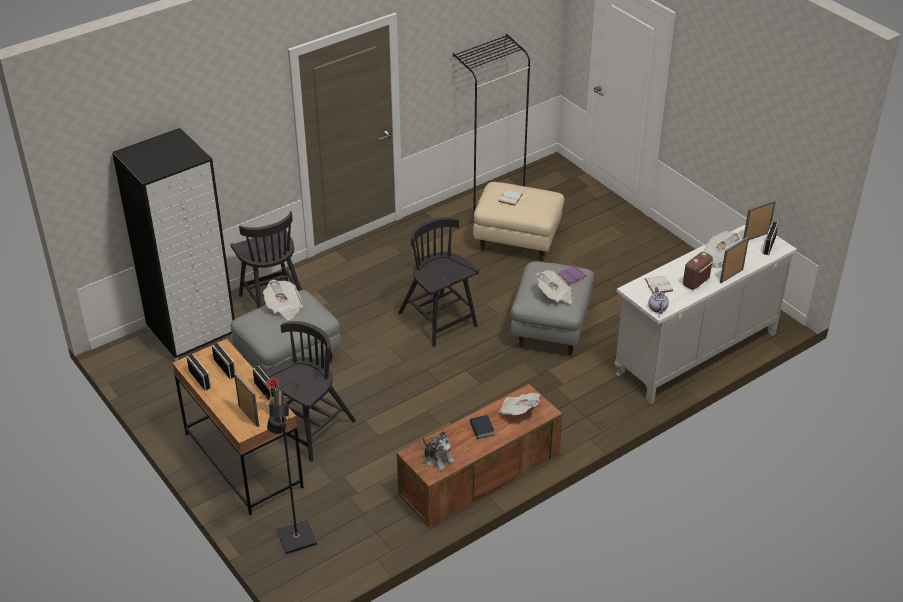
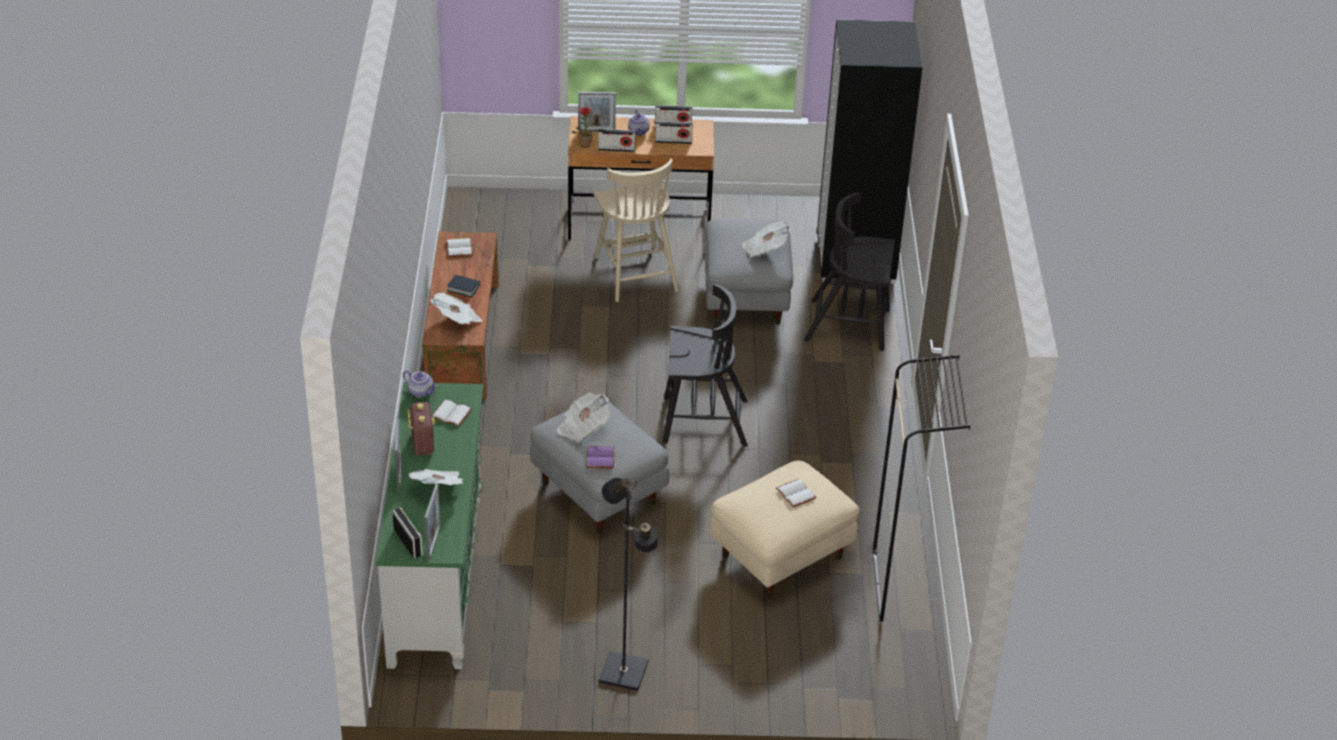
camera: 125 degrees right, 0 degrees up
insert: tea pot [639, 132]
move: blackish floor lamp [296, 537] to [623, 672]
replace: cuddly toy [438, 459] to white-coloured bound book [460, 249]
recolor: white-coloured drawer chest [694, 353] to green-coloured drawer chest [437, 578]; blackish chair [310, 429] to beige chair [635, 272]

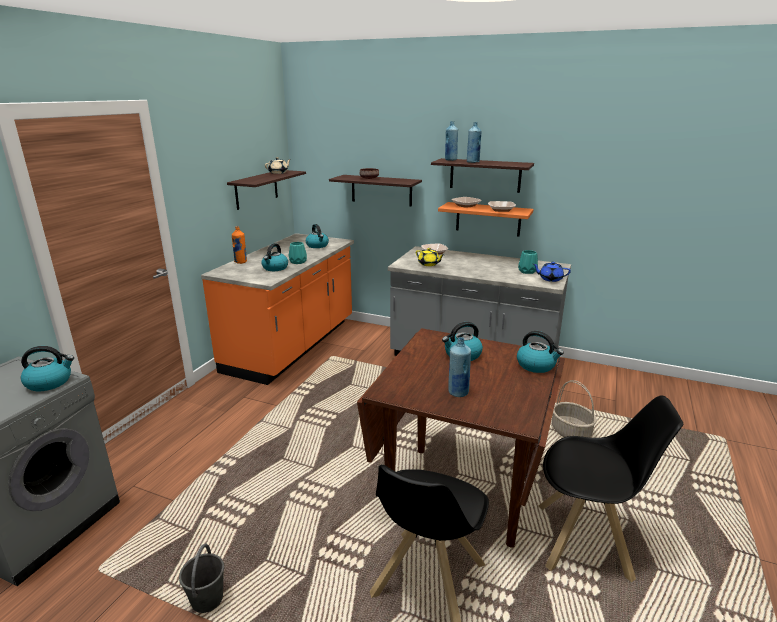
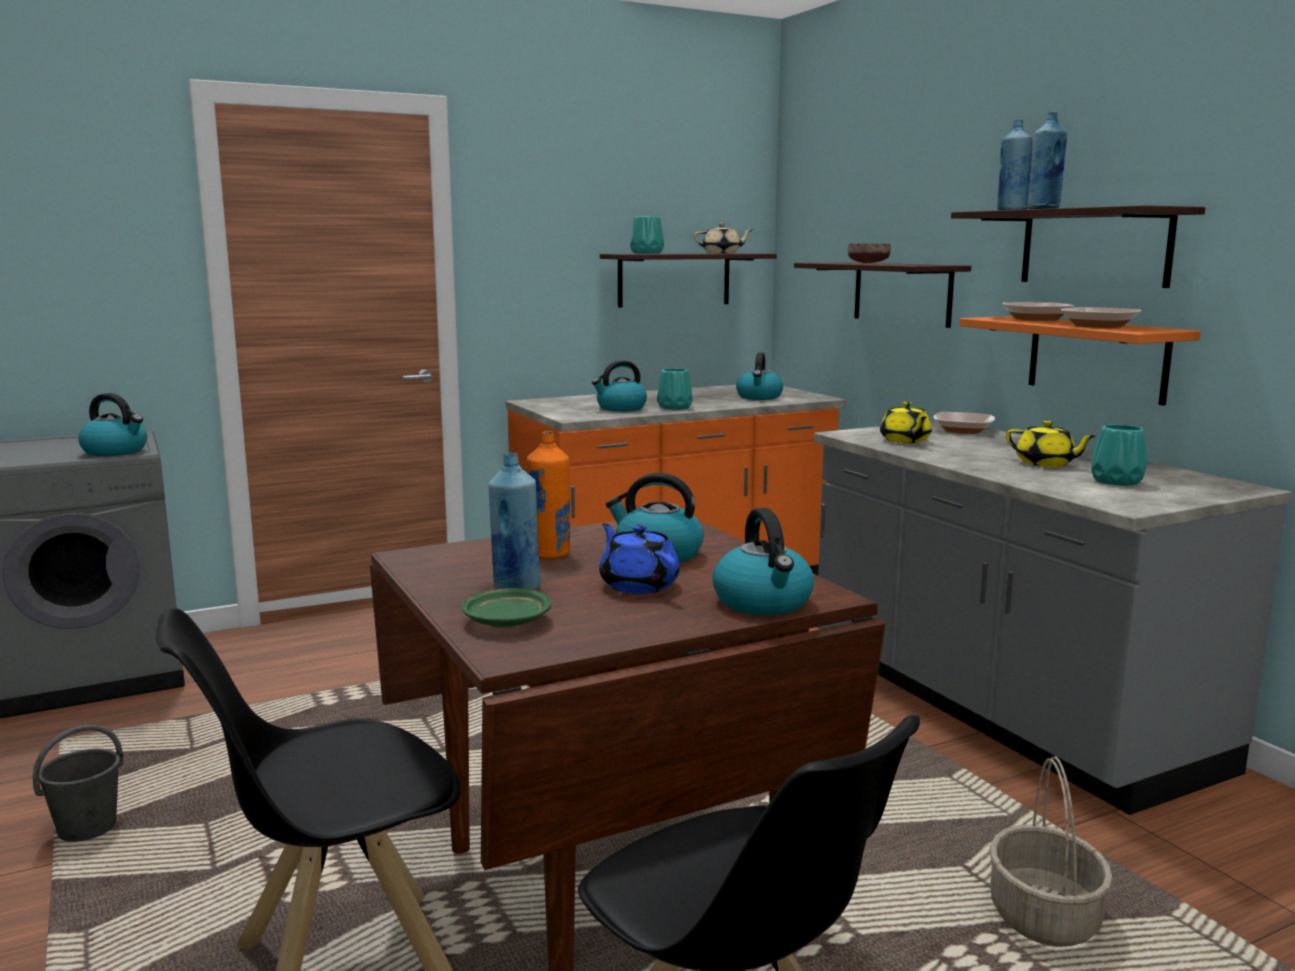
camera: 40 degrees right, 10 degrees down
insert: green-coloured dinner plate [507, 621]; blue-green vase [646, 253]; yellow tea pot [1046, 464]
move: orangey drink bottle [240, 262] to [549, 554]; blue-coloured tea pot [550, 279] to [638, 585]

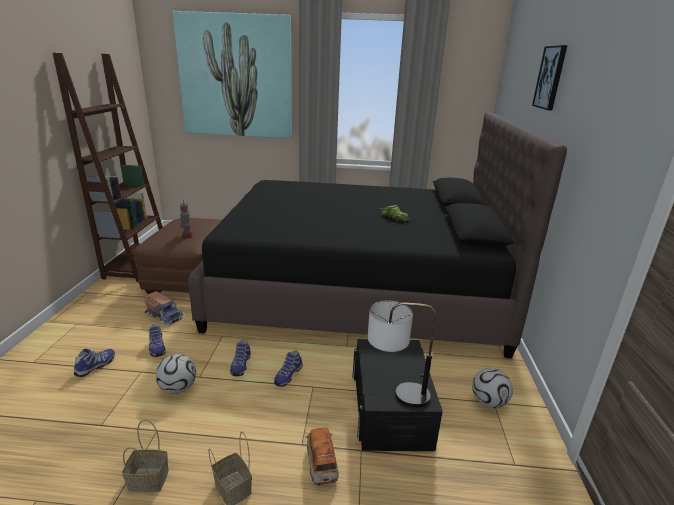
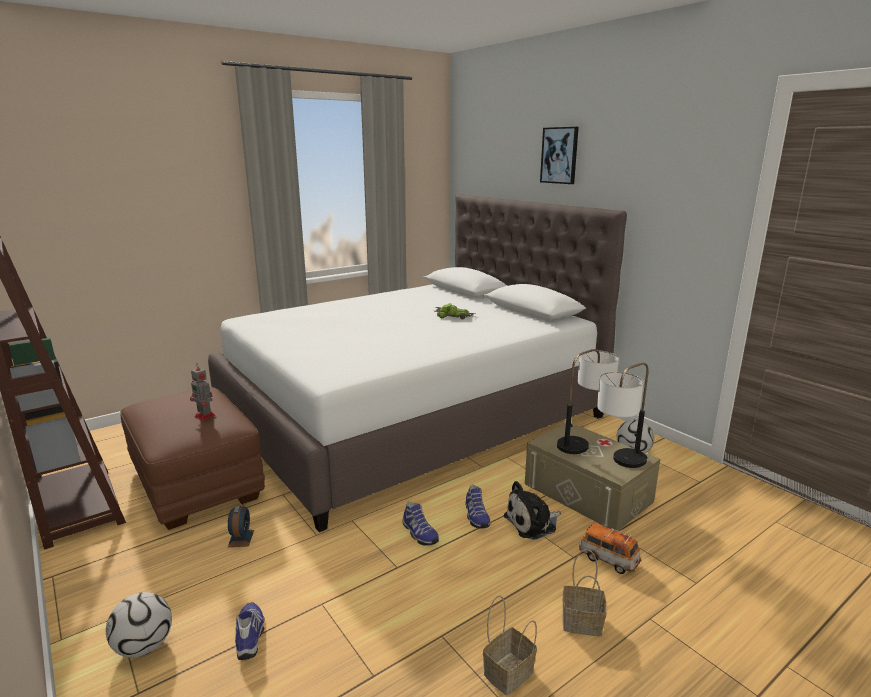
camera: 40 degrees left, 5 degrees down
delete: low shoe [156, 347]; wall art [236, 77]
insert: cuddly toy [533, 523]; tabletop lamp [583, 441]
move: football ball [178, 388] to [144, 646]
replace: toy lorry [165, 315] to alarm clock [241, 538]
recolor: blackish sleeping bed [357, 288] to white-coloured sleeping bed [411, 416]; blackish storage box [391, 408] to beige storage box [587, 493]

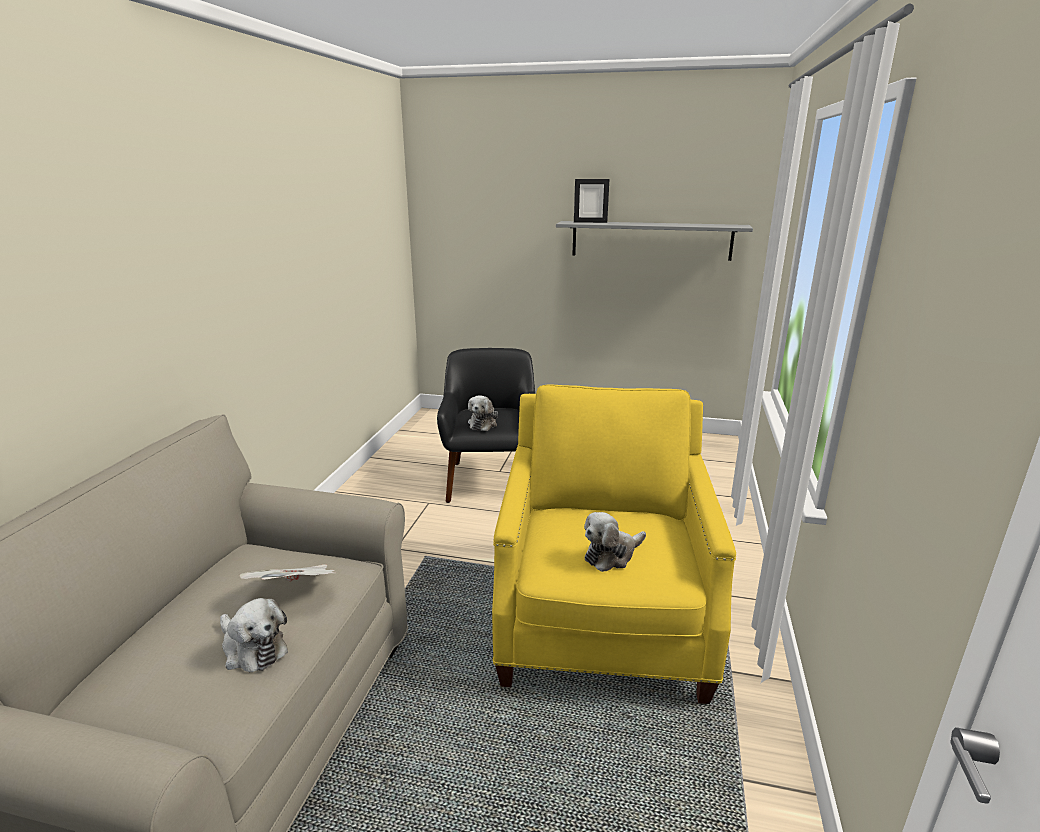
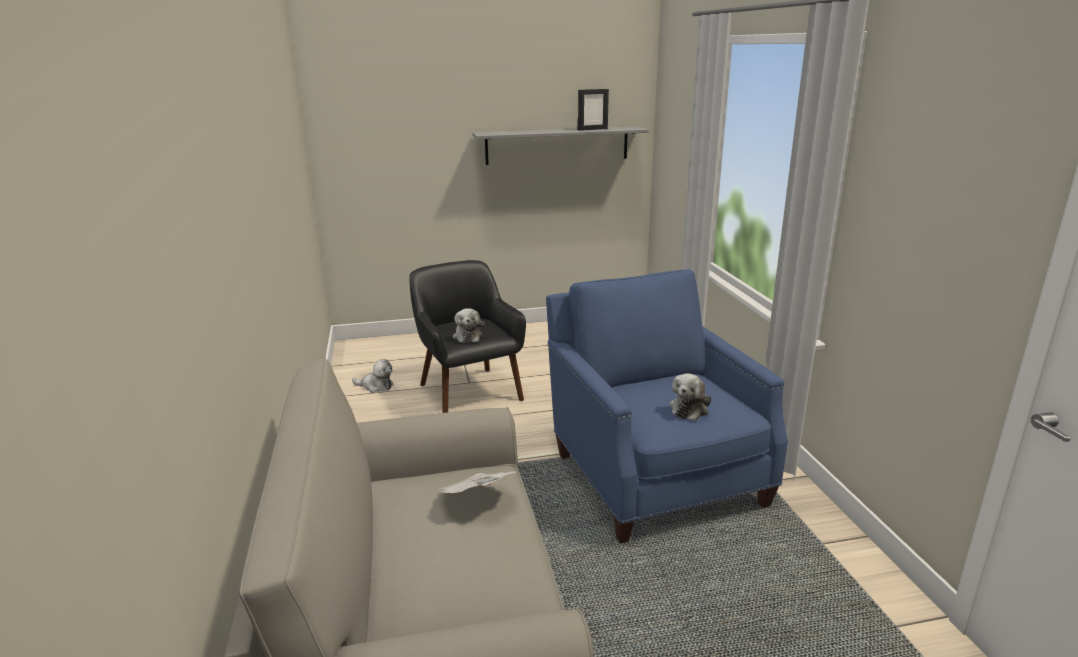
camera: 25 degrees left, 0 degrees up
move: cuddly toy [252, 648] to [376, 386]; picture frame [590, 222] to [592, 129]
recolor: yellow armchair [603, 618] to blue-coloured armchair [654, 473]

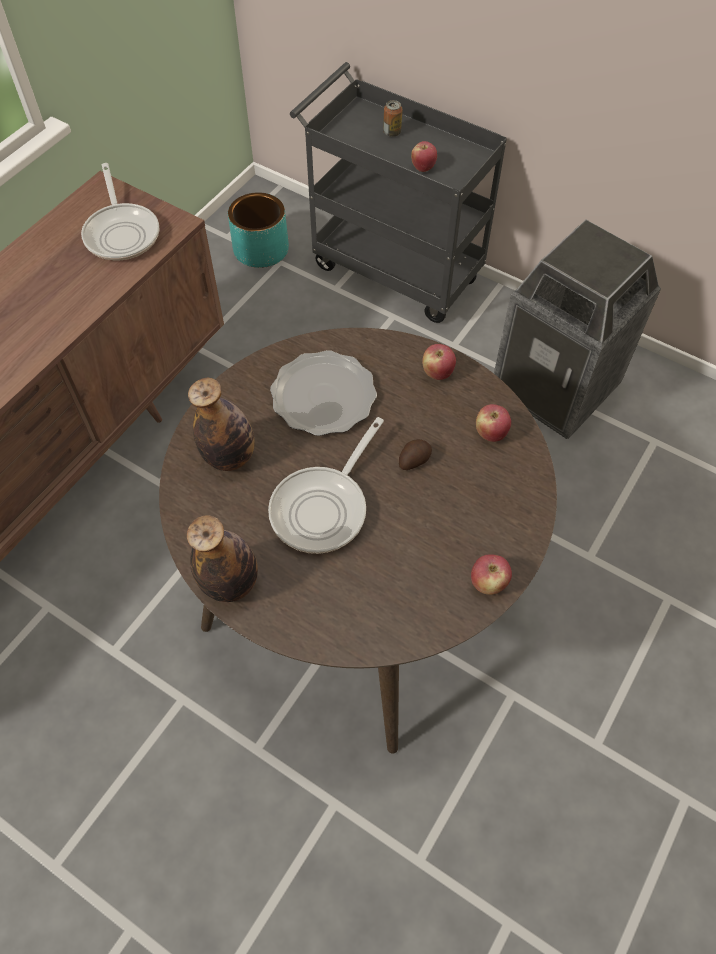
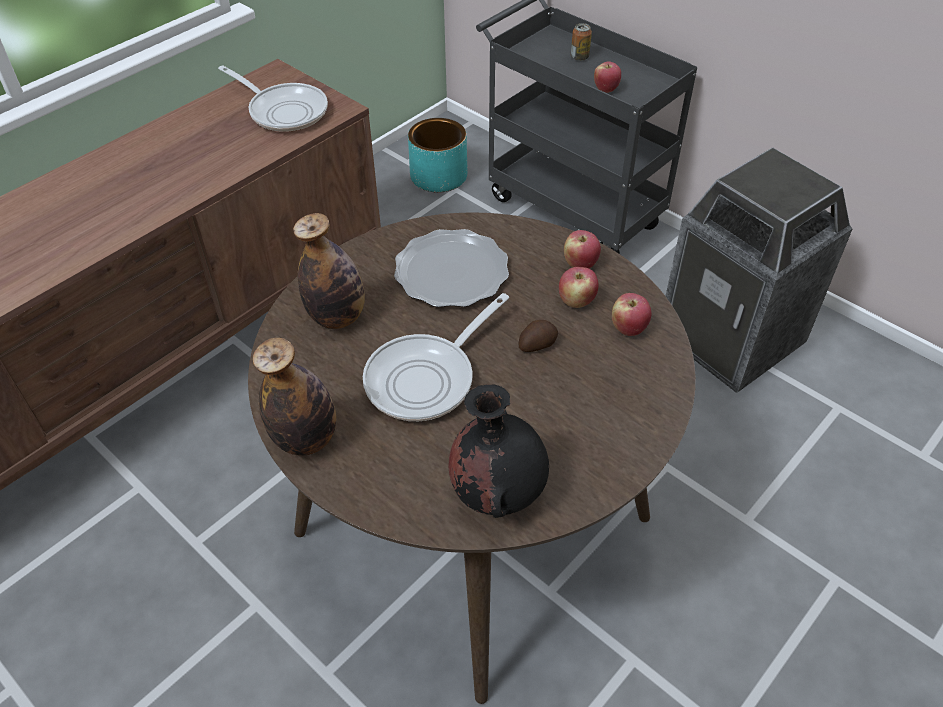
camera: 10 degrees right, 10 degrees down
insert: blackish vase [497, 490]
move: whole apple [488, 583] to [576, 301]
rotate: frying pan [122, 232] = [284, 111] 45 degrees counterclockwise

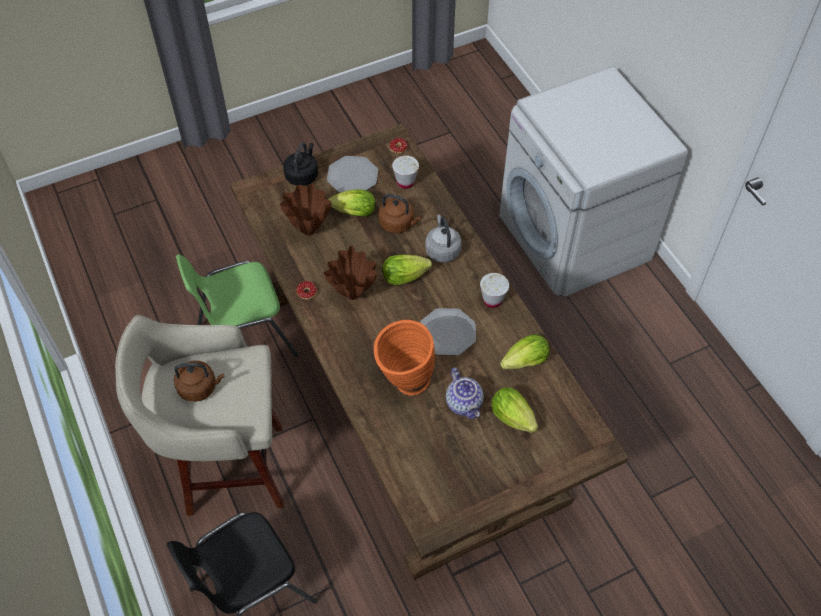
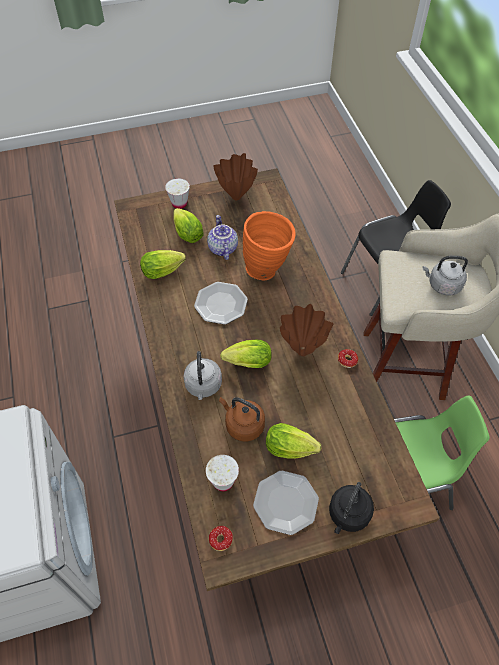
camera: 170 degrees left, 0 degrees up
move: white-coloured drinking cup [492, 300] to [179, 203]; brown-coloured vase [309, 230] to [236, 197]
recolor: brown-coloured water kettle [200, 387] to gray water kettle [442, 285]

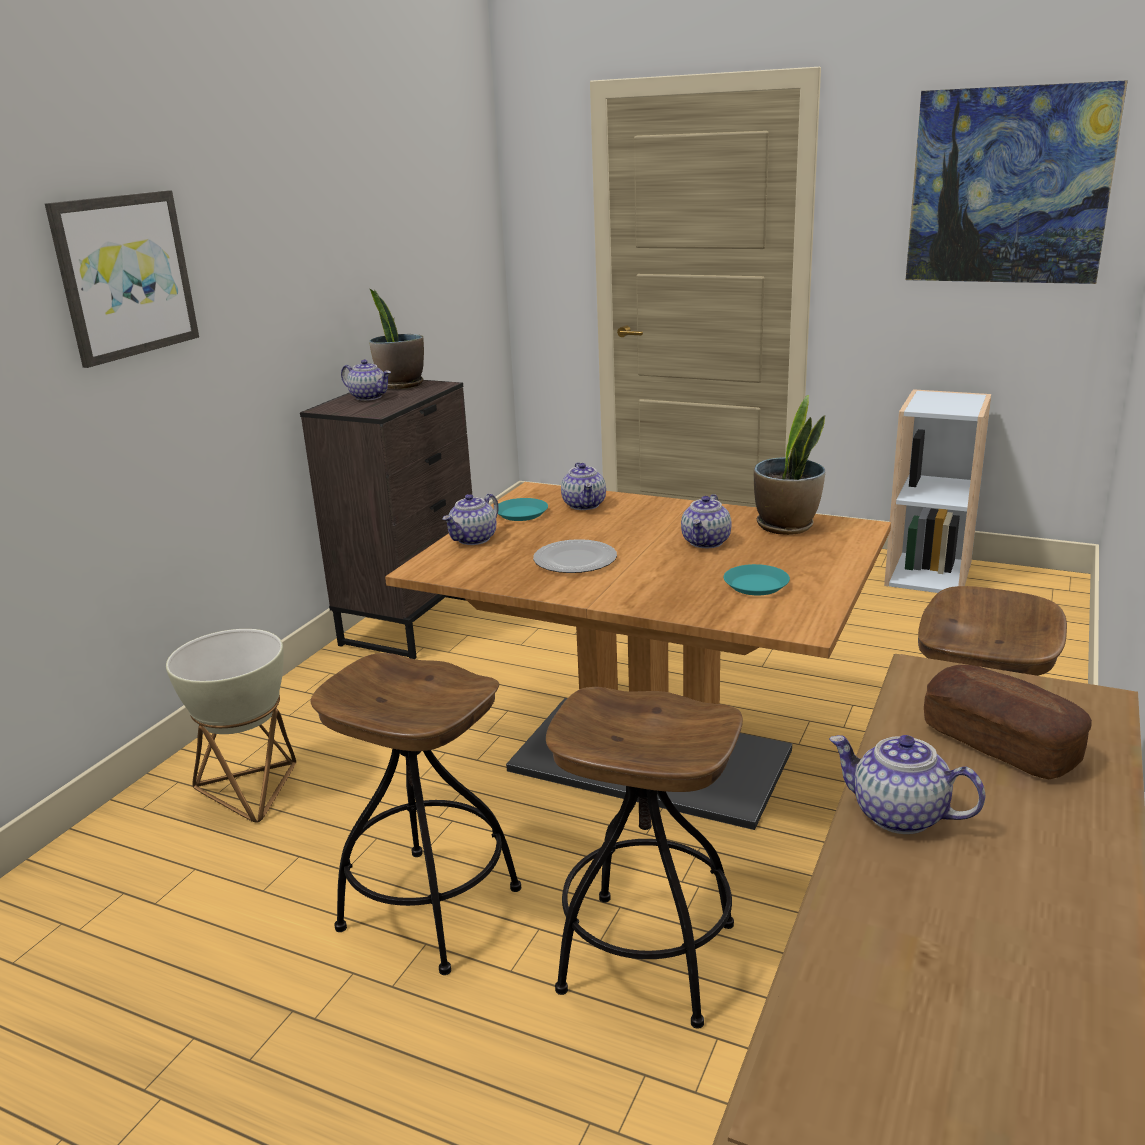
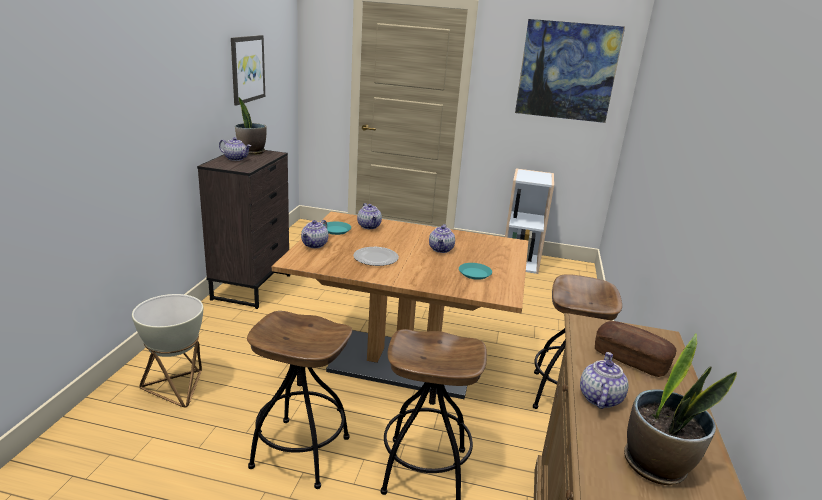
camera: 15 degrees left, 0 degrees up
move: wall art [124, 276] to [247, 69]; houseplant [786, 526] to [656, 465]
rotate: tea pot [898, 815] = [599, 397] 90 degrees clockwise

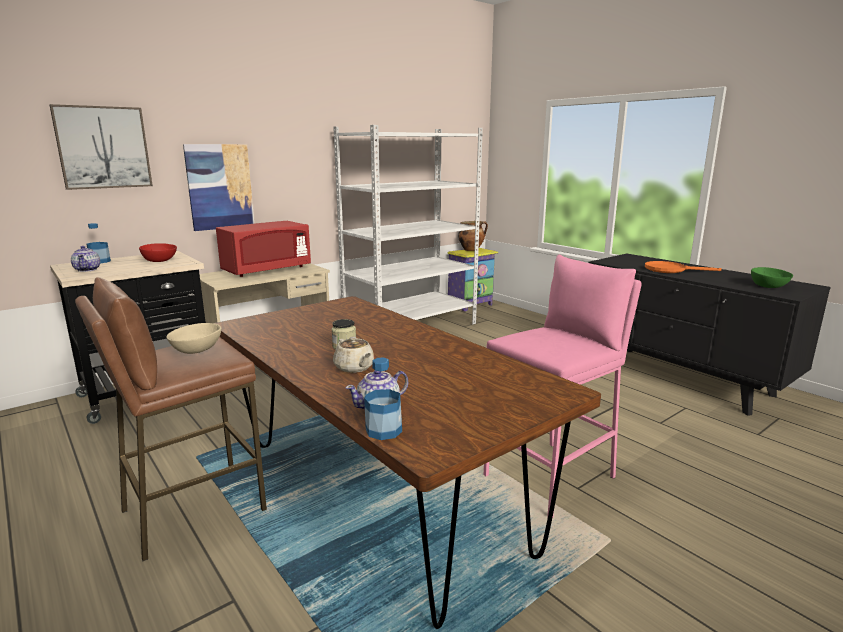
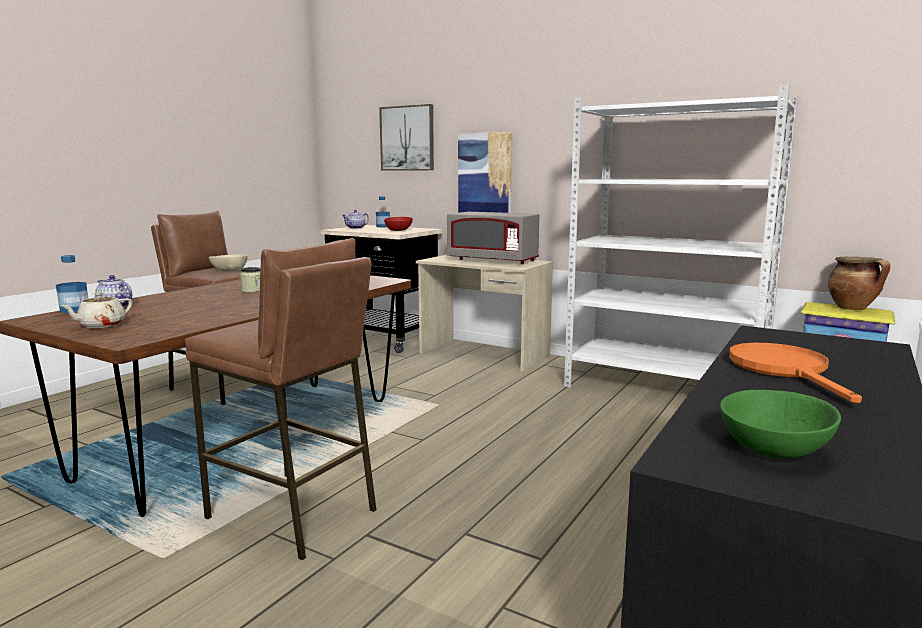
camera: 70 degrees right, 5 degrees down
move: beige tea pot [354, 368] to [101, 325]
recolor: pink stool [551, 477] to brown-coloured stool [292, 514]; red microwave oven [266, 270] to gray microwave oven [493, 260]

